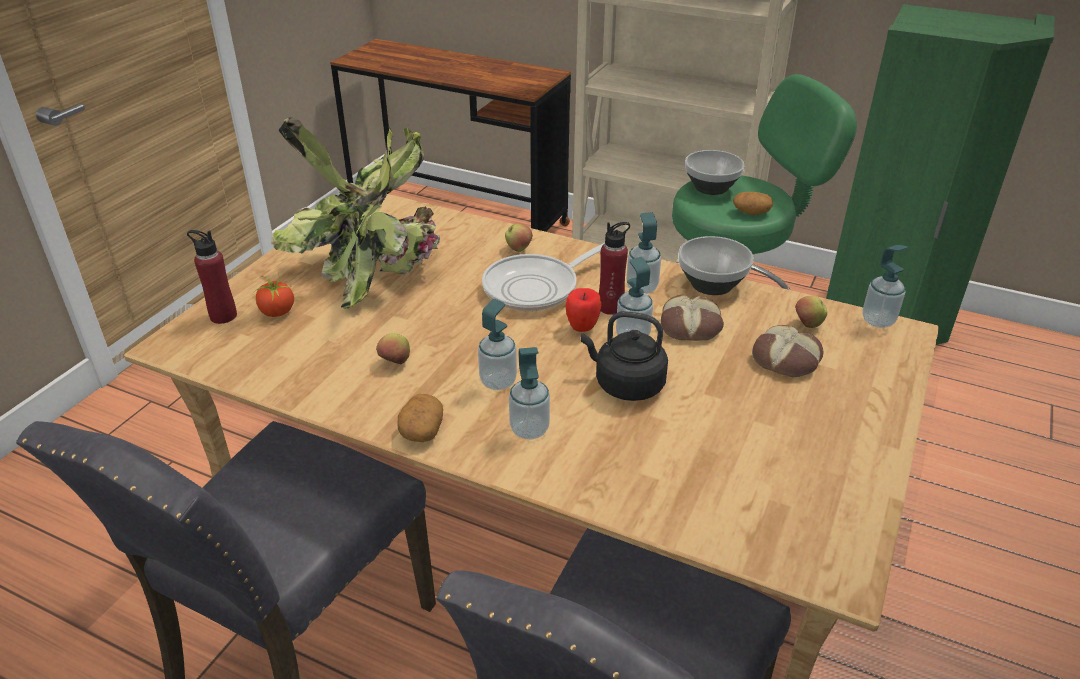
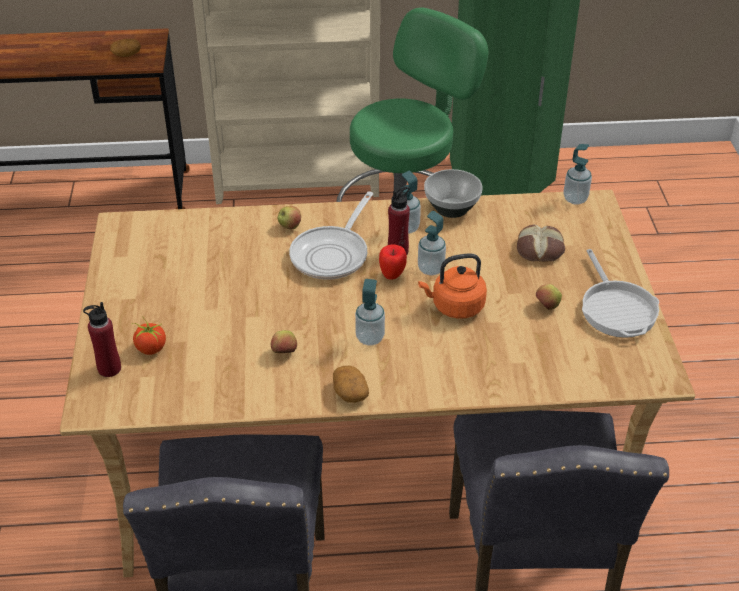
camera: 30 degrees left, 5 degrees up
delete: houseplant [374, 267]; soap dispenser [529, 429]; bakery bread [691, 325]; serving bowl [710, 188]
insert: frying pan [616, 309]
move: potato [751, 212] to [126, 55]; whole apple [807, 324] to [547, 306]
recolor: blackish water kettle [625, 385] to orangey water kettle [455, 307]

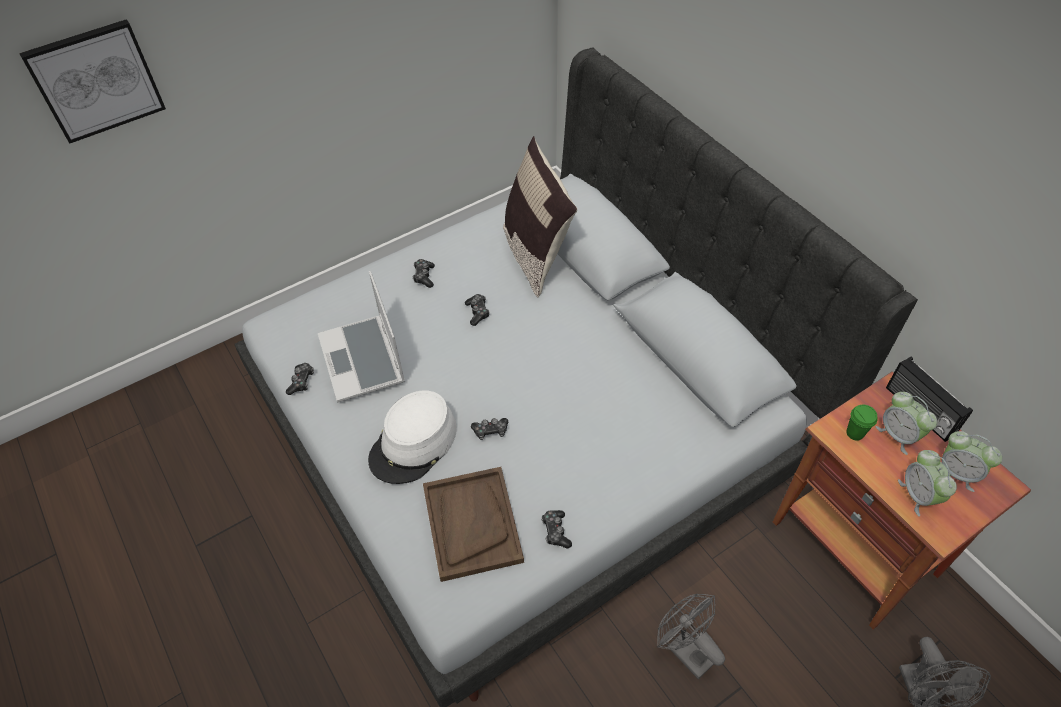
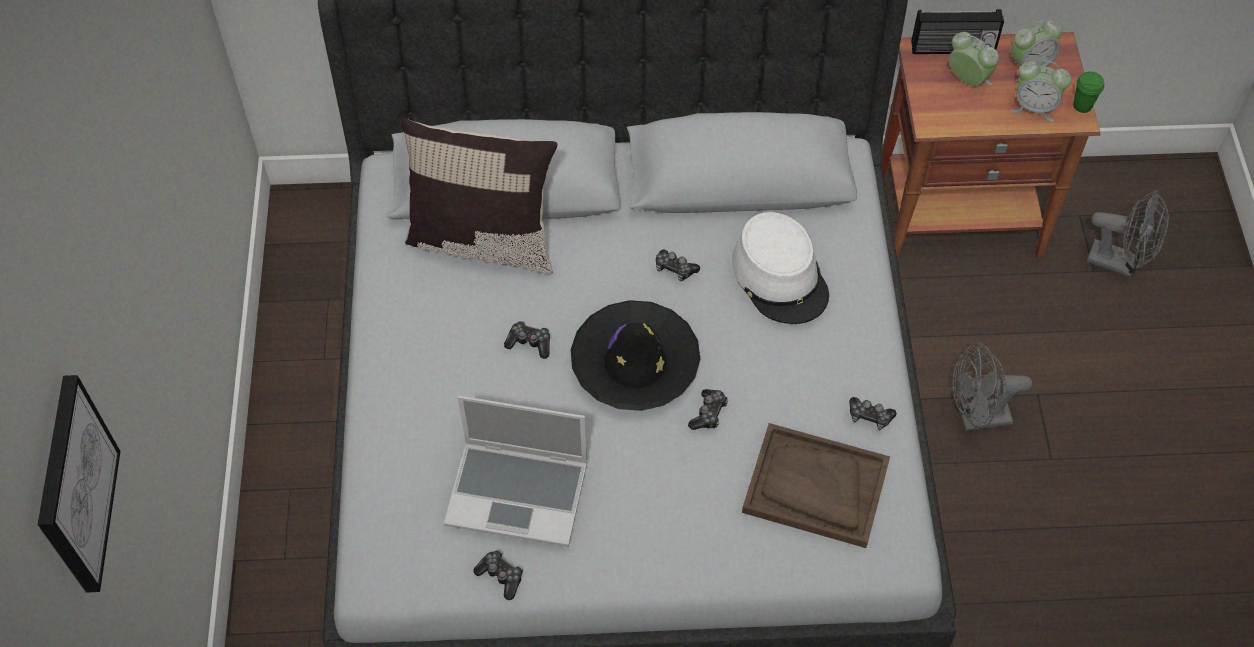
camera: 60 degrees left, 5 degrees up
insert: blackish clothing hat [635, 363]
move: game controller [424, 276] to [675, 269]; white-coloured clothing hat [414, 444] to [780, 277]; green-coloured drinking cup [855, 433] to [1082, 106]
rotate: alarm clock [898, 435] = [967, 80] 135 degrees counterclockwise

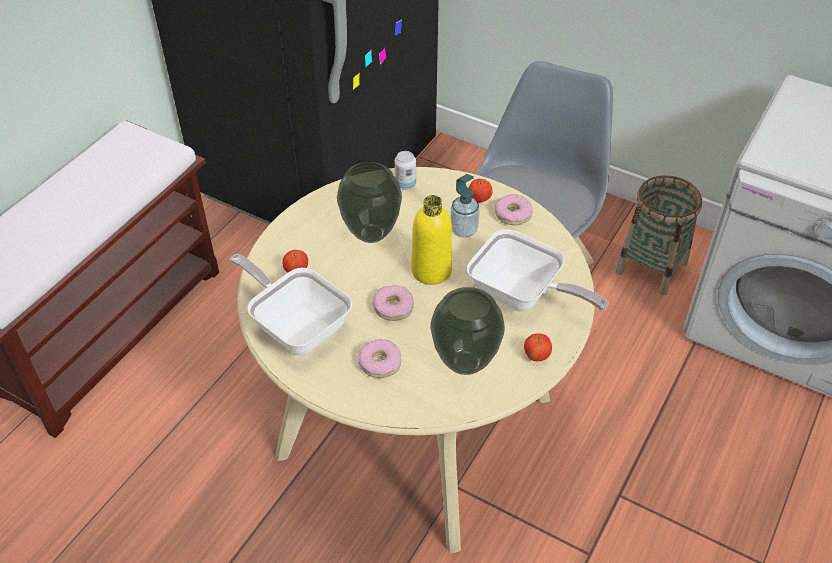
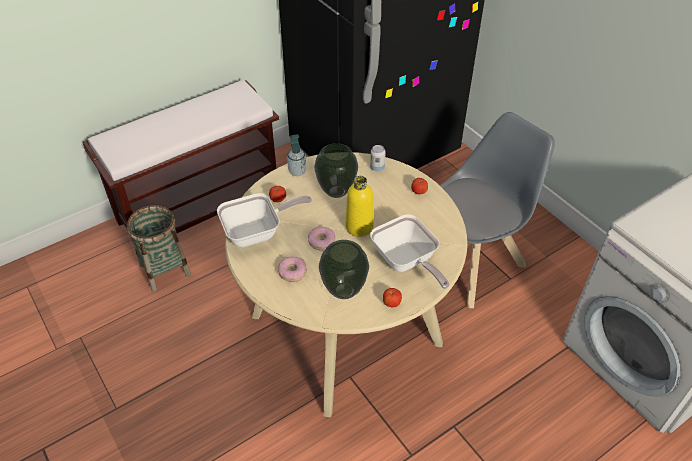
camera: 25 degrees right, 0 degrees up
delete: ring doughnut [513, 214]
move: storage basket [651, 268] to [165, 270]; soap dispenser [464, 230] to [297, 171]
rotate: frying pan [296, 326] = [258, 232] 90 degrees clockwise

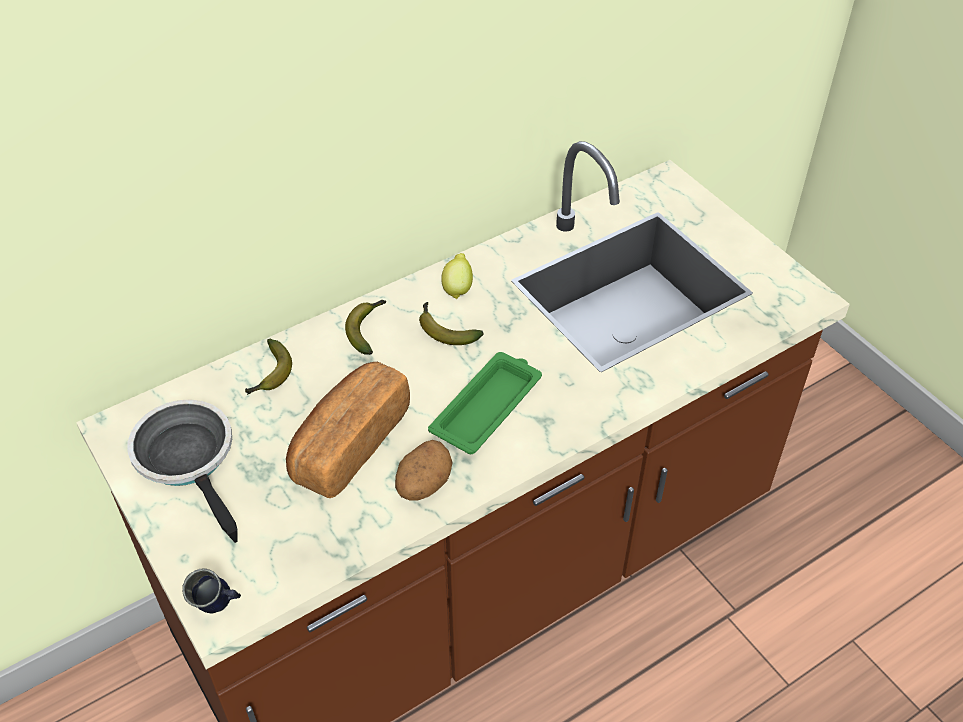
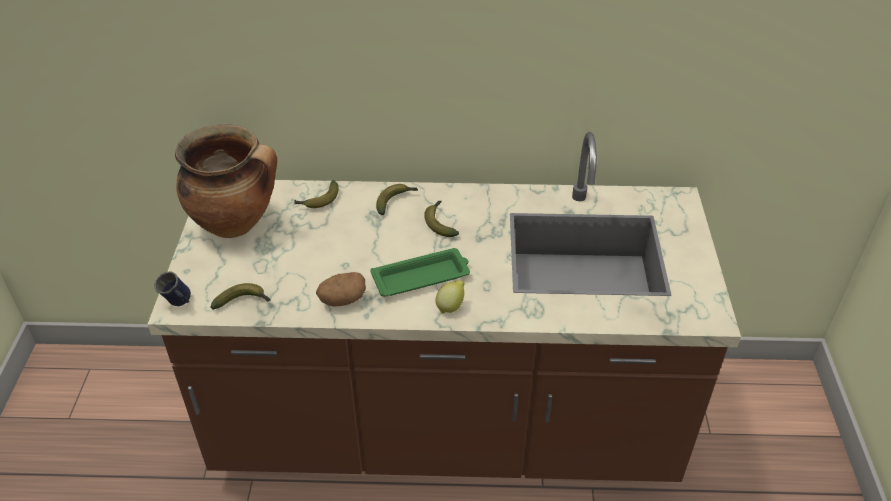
camera: 35 degrees right, 5 degrees down
delete: bakery bread [348, 444]
insert: banana fruit [243, 302]
move: whole lemon [457, 288] to [451, 306]
replace: frying pan [189, 459] to saucepot [236, 223]

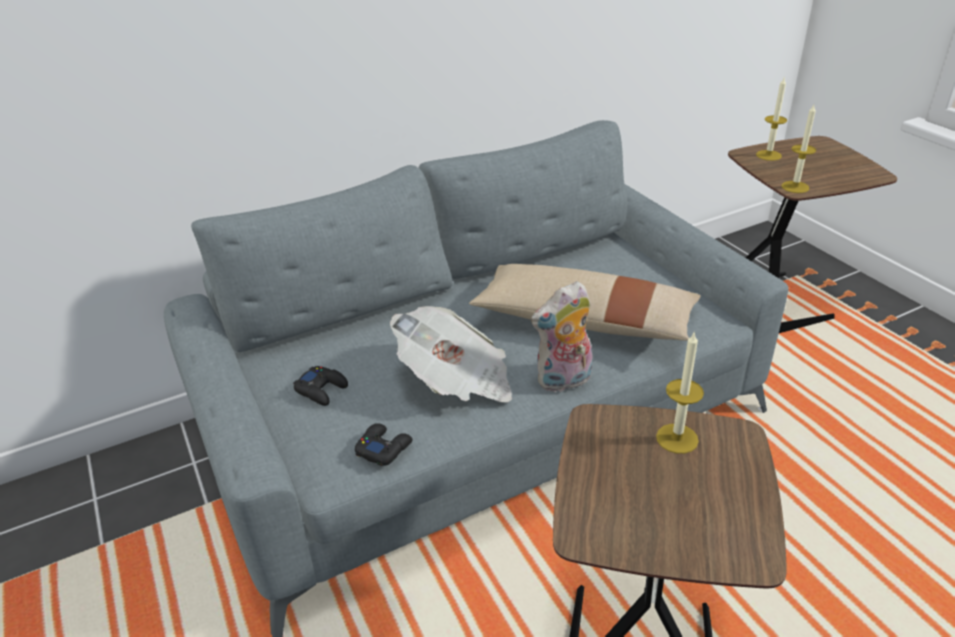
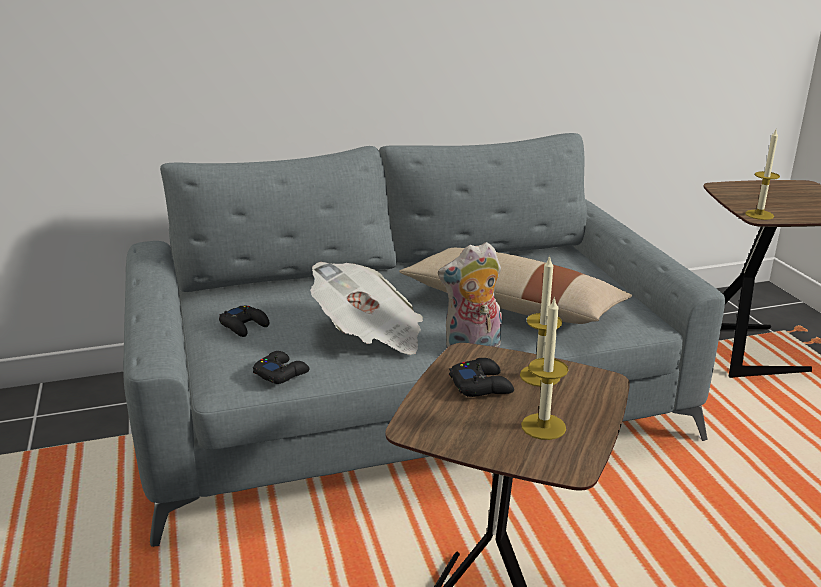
camera: 10 degrees right, 10 degrees down
insert: blackish game controller [481, 385]
move: wax candle [768, 155] to [543, 426]

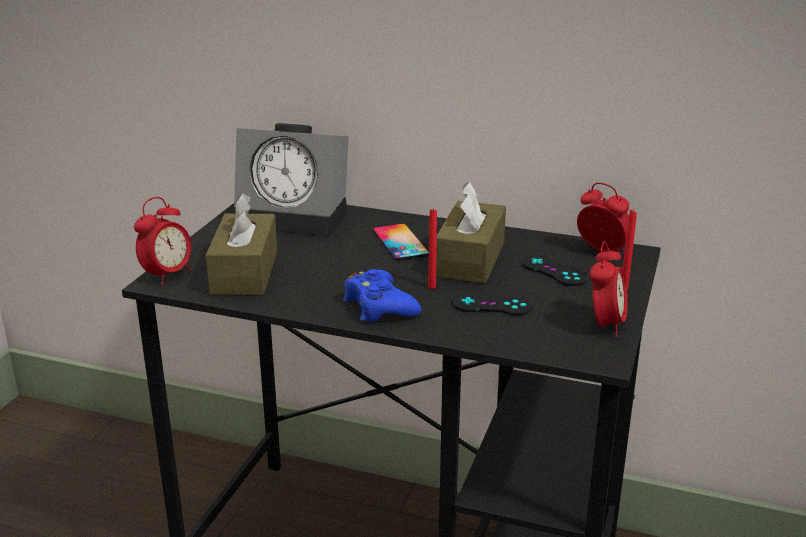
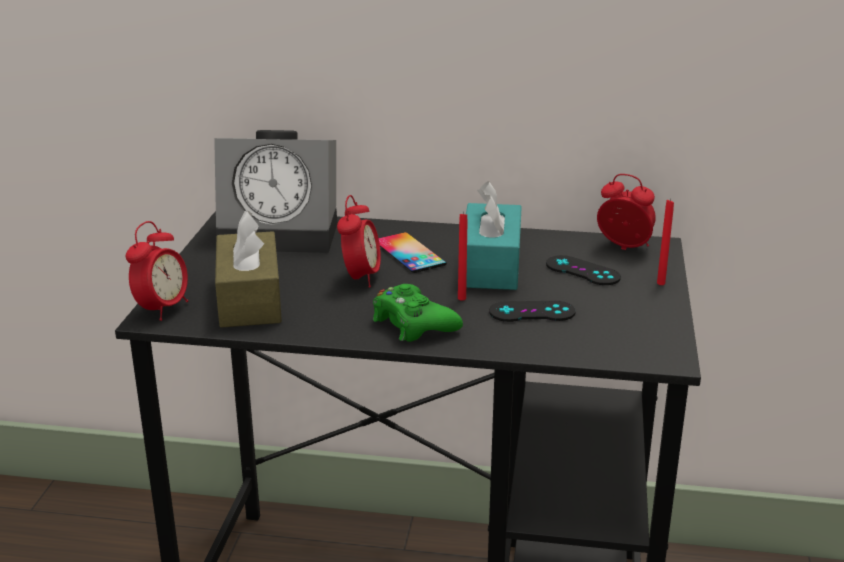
camera: 10 degrees left, 0 degrees up
move: alarm clock [605, 325] to [361, 278]
recolor: blue-coloured game controller [379, 306] to green-coloured game controller [413, 324]; brown-coloured box of tissues [470, 259] to blue-green box of tissues [490, 265]

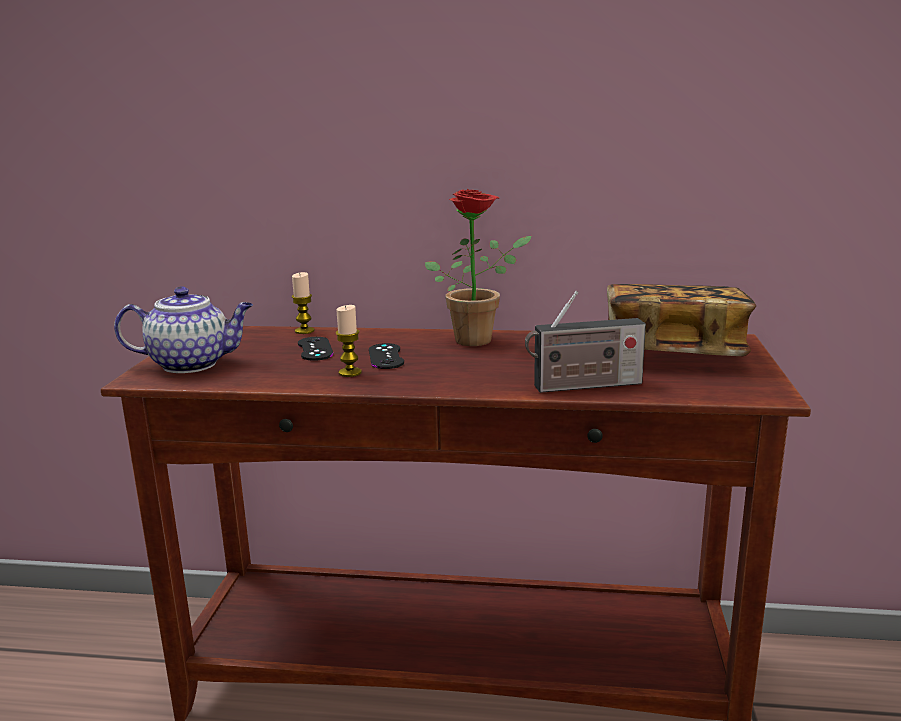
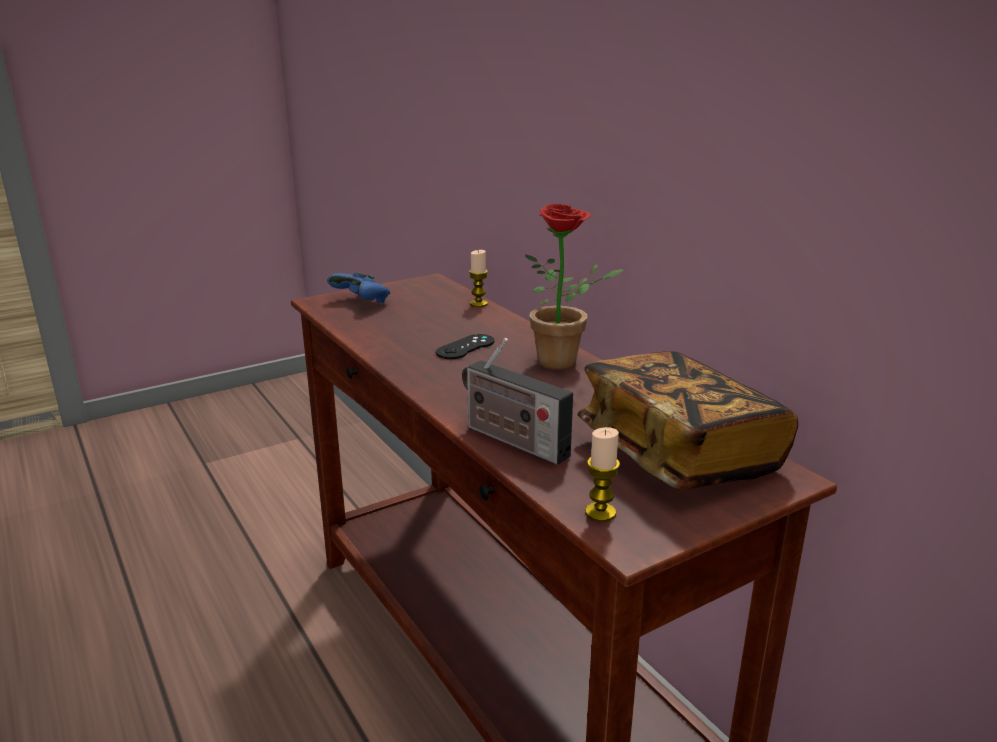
camera: 50 degrees right, 5 degrees up
delete: blackish game controller [315, 349]
move: wax candle [350, 373] to [600, 513]
replace: tea pot [192, 364] to blue-coloured game controller [362, 302]

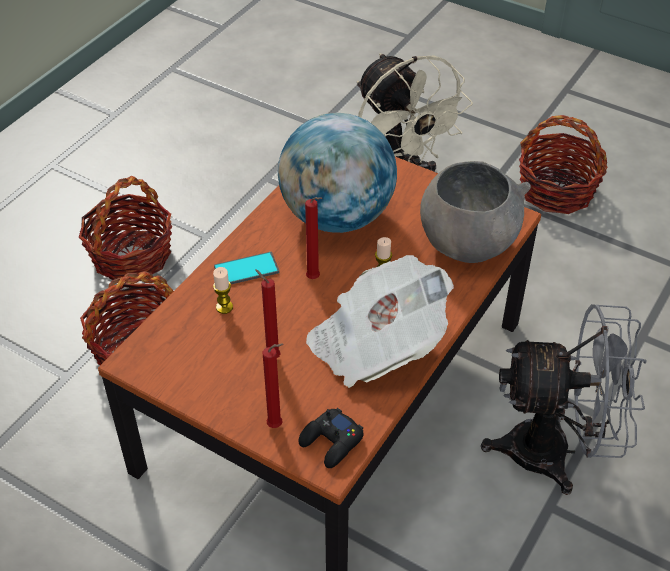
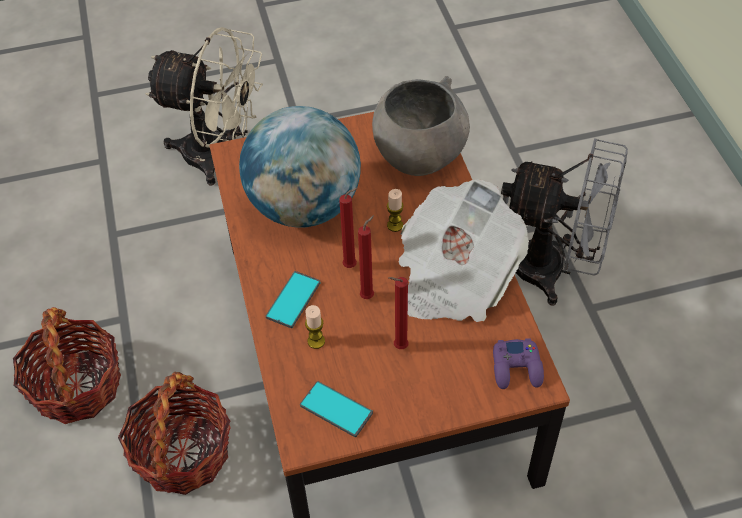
camera: 45 degrees left, 5 degrees up
delete: storage basket [556, 190]
insert: phone [336, 409]
move: red wax candle [277, 426] to [369, 295]
recolor: blackish game controller [331, 442] to purplish game controller [517, 368]
rotate: gray fan [555, 452] = [553, 270] 60 degrees clockwise

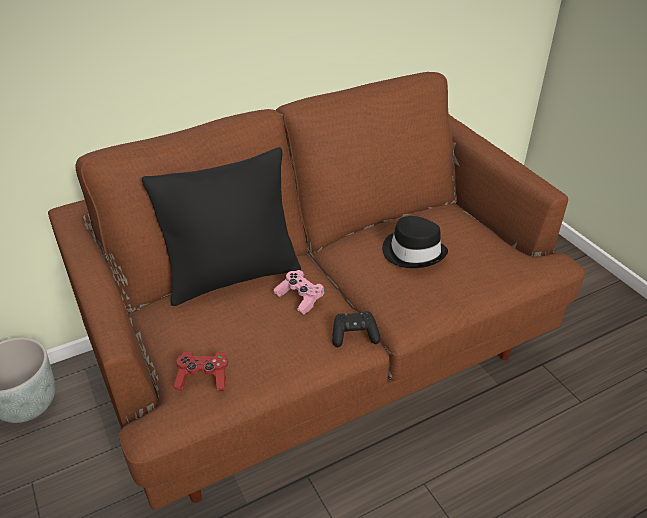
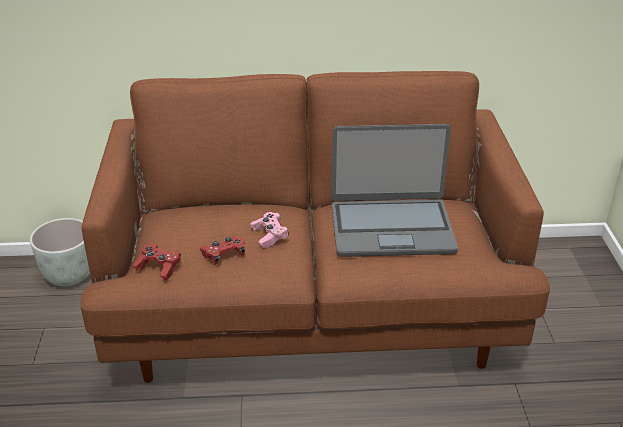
camera: 25 degrees right, 5 degrees down
delete: blackish cushion [233, 276]; blackish game controller [354, 335]
insert: red game controller [223, 255]
replace: blackish clothing hat [413, 252] to notebook computer [391, 228]

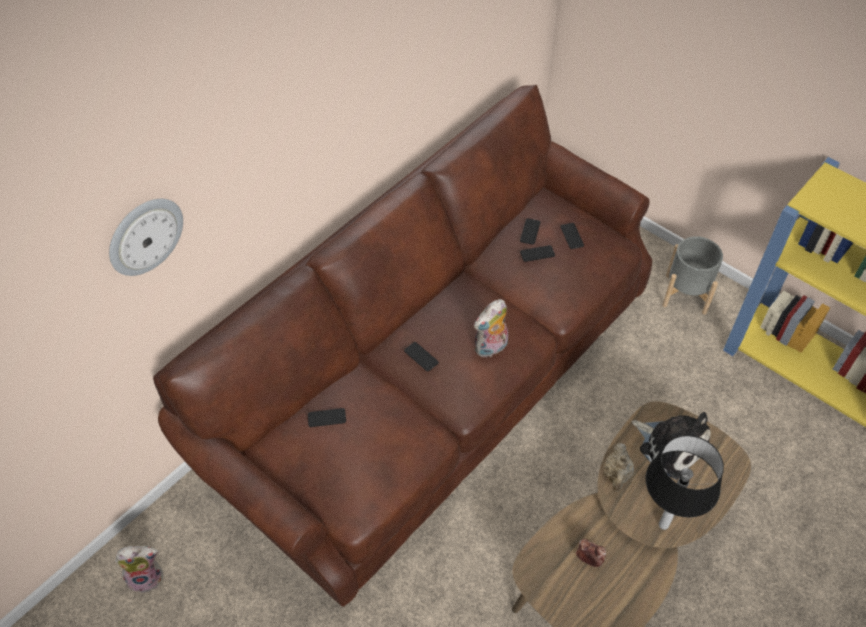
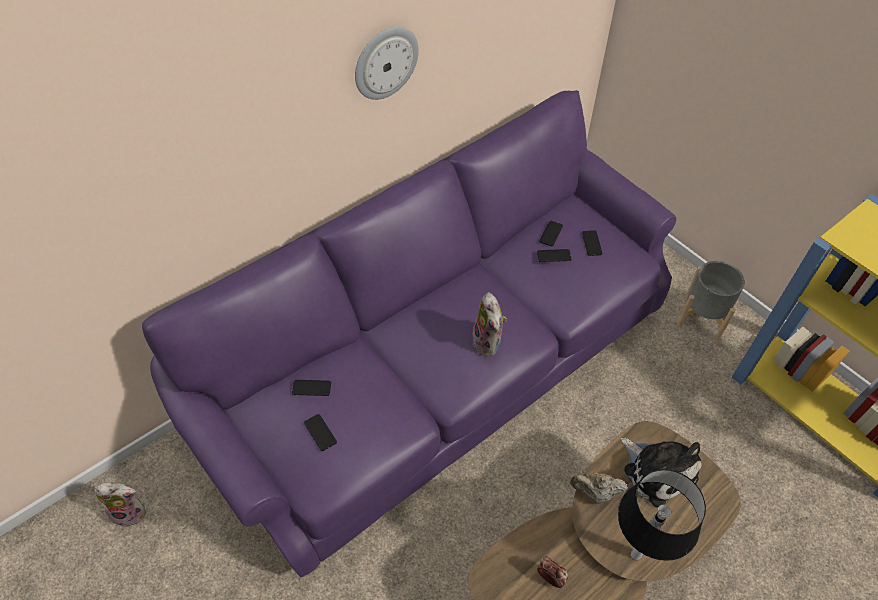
camera: 10 degrees right, 0 degrees up
move: phone [421, 357] to [320, 432]; wall clock [145, 236] to [385, 62]
recolor: brown-coloured sofa [432, 384] to purplish sofa [438, 368]
rotate: cuddly toy [491, 348] = [489, 343] 75 degrees counterclockwise; beige tea pot [616, 475] = [595, 493] 75 degrees clockwise

